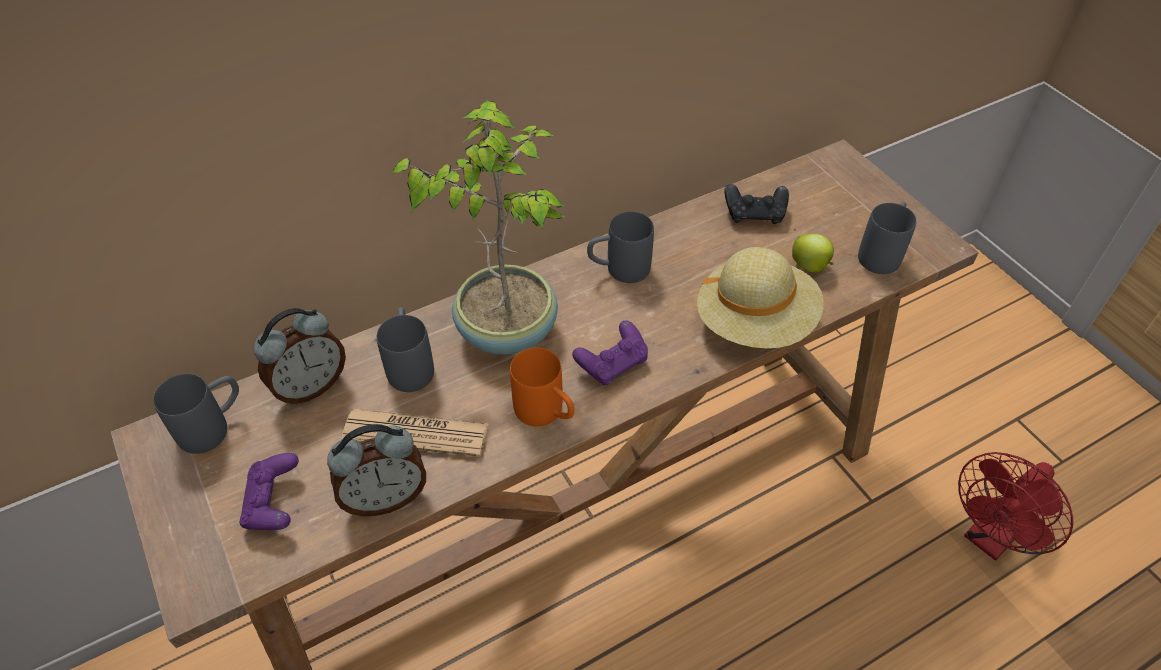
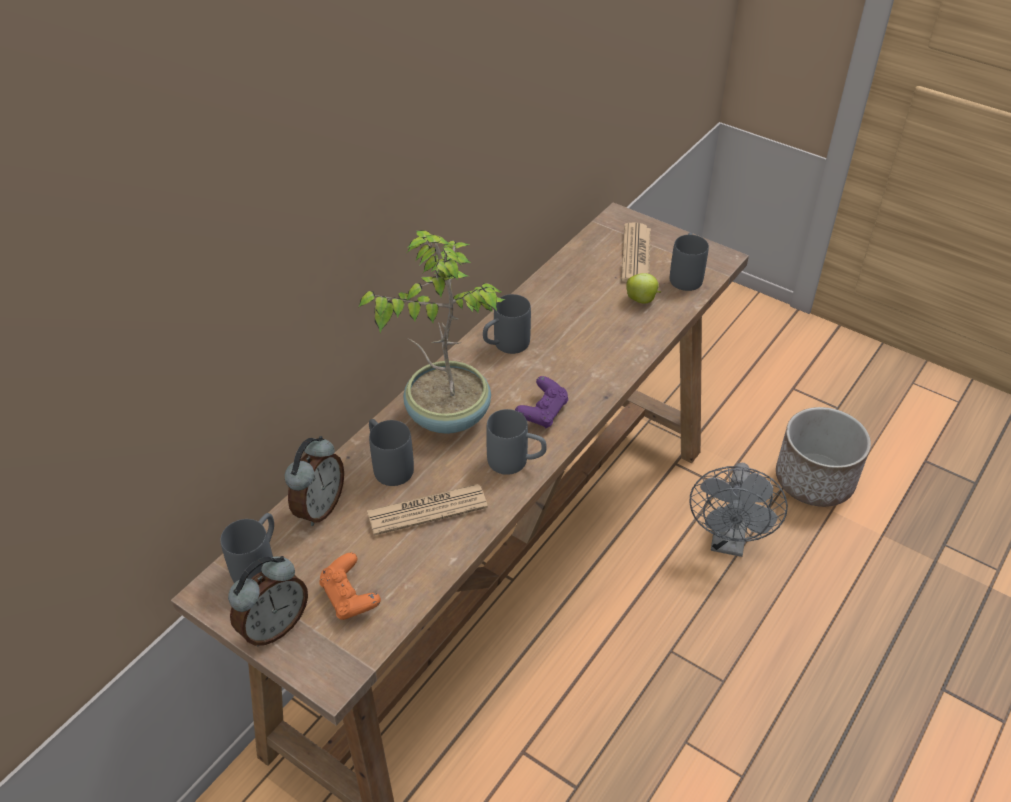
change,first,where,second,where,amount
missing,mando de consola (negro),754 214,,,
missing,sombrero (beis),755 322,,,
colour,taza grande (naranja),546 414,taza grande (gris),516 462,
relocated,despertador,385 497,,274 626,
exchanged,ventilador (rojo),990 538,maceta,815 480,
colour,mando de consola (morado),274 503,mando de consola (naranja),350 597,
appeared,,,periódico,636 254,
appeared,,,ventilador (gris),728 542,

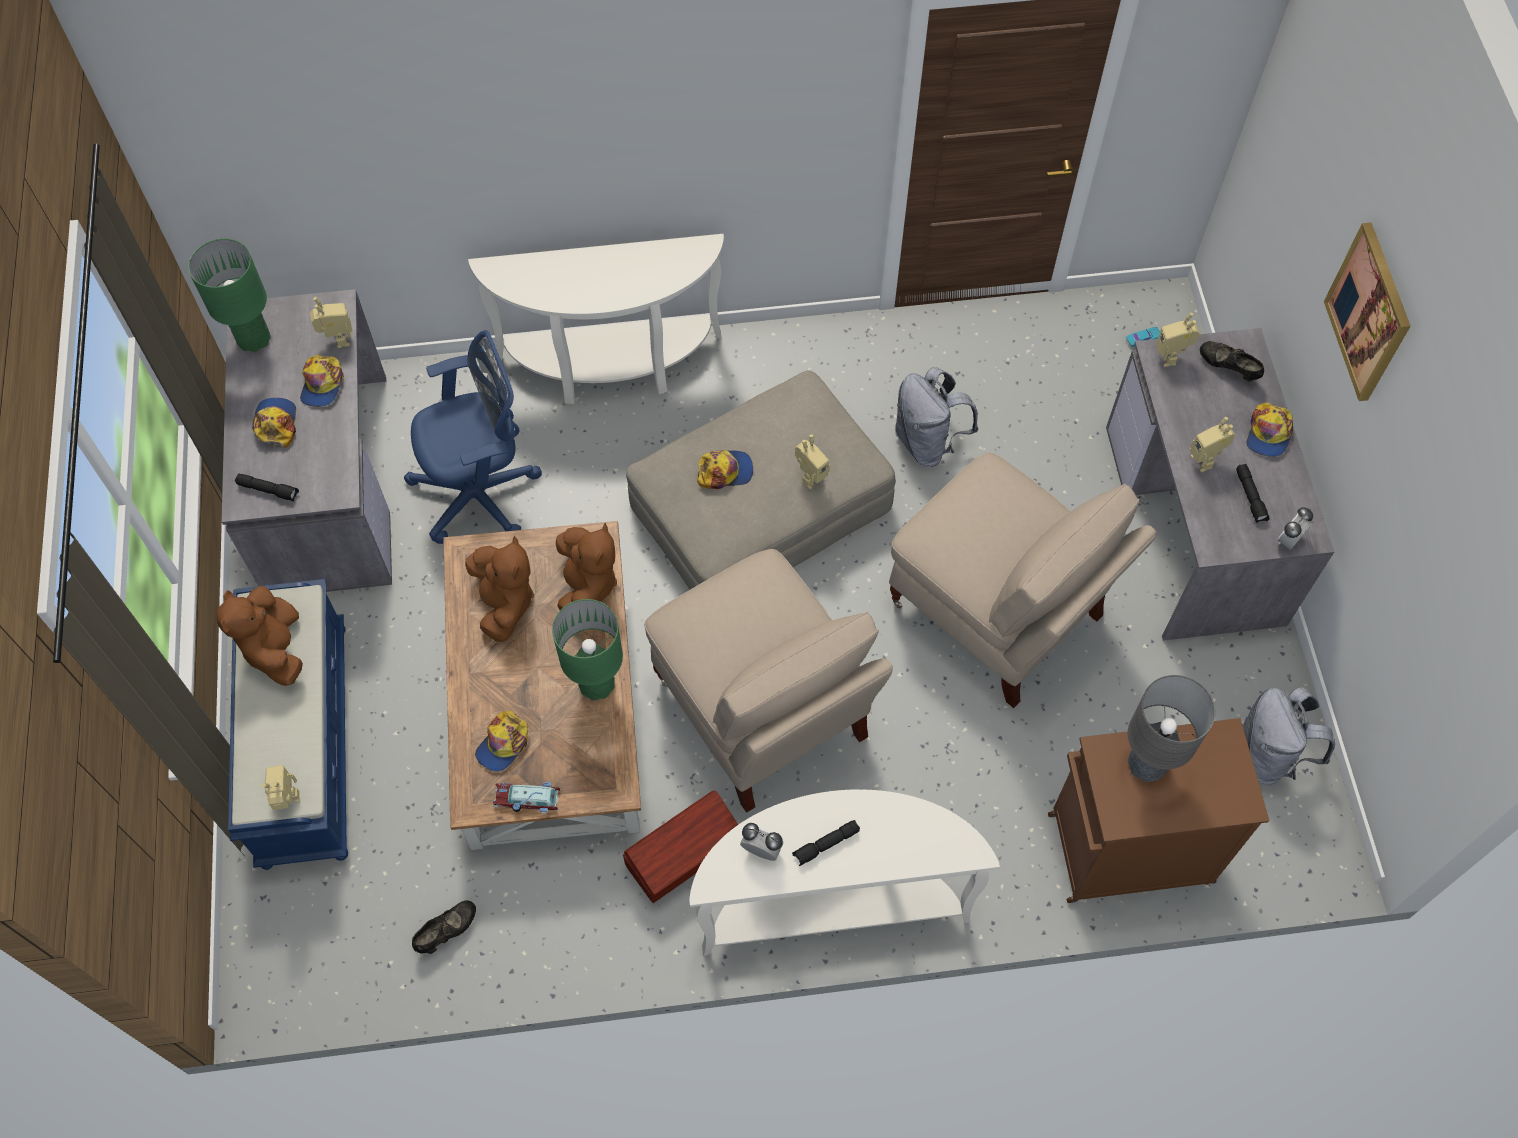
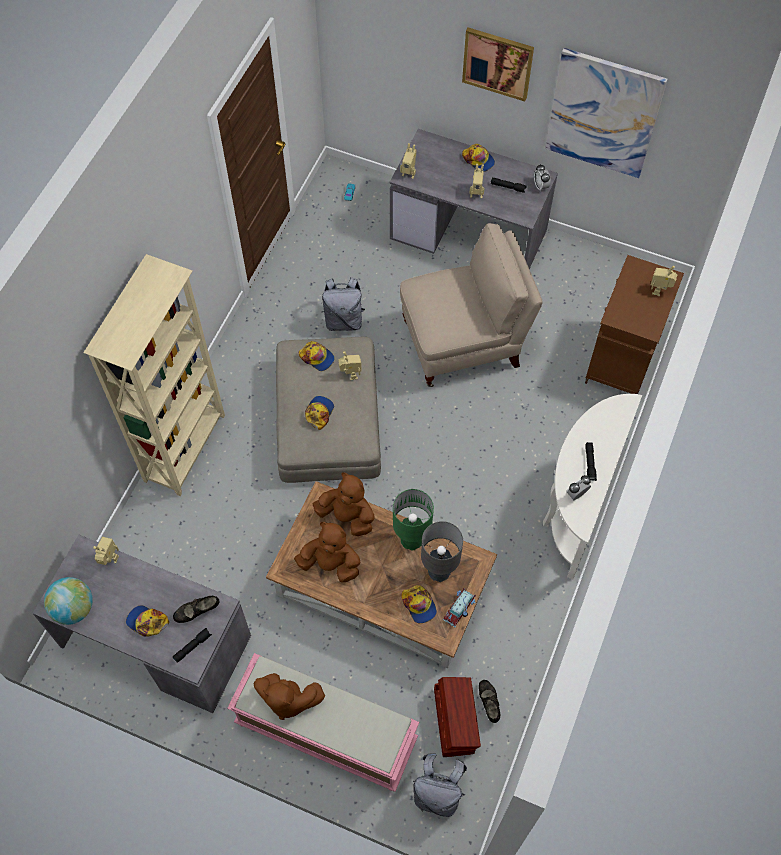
change,first,where,second,where,amount
exchanged,mesa consola (blanco),612 368,estantería (beis),186 447,
exchanged,lámpara de mesa (verde),254 339,globo terráqueo,73 608,
missing,silla de oficina (azul),482 493,,,
relocated,zapato (negro),1228 368,,197 612,
relocated,gorra,322 384,,317 357,
missing,silla (beis),763 712,,,
colour,banco (azul),303 742,banco (rosa),324 732,
relocated,lámpara de mesa (gris),1146 764,,438 571,
relocated,mochila (gris),1268 755,,437 793,
relocated,robot de juguete,288 802,,659 291,
relocated,caja de almacenaje (marrón),684 854,,455 720,
appeared,,,cuadro,603 114,

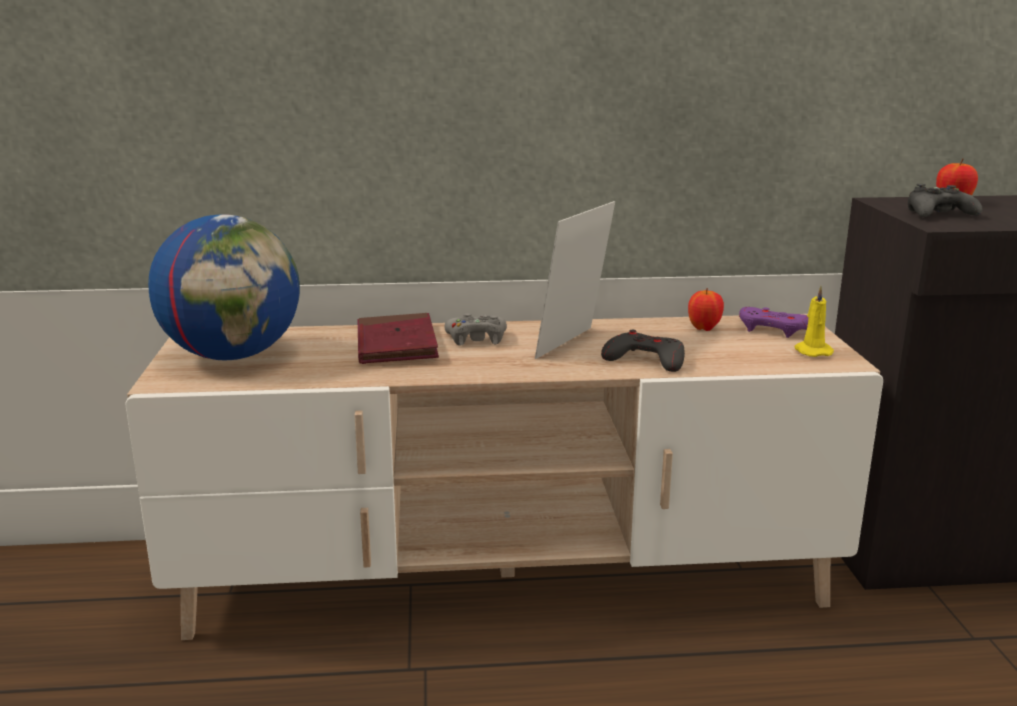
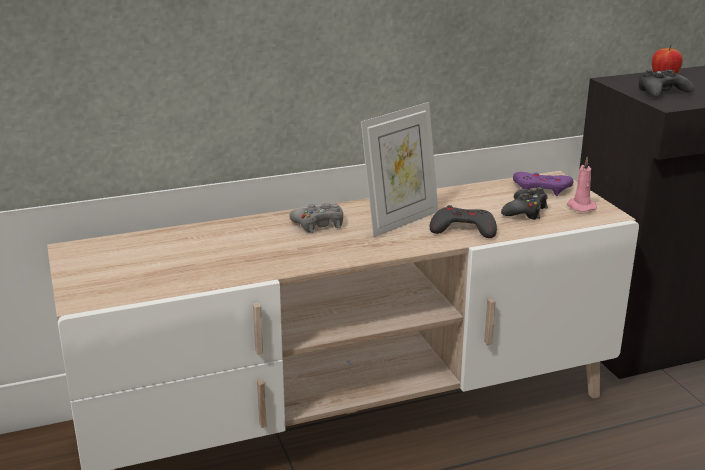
change,first,where,second,where,amount
spun,portarretratos,573 345,,400 221,150 degrees counterclockwise
missing,globo terráqueo,233 355,,,
colour,vela (amarillo),812 351,vela (rosa),580 206,
missing,manzana,704 328,,,
missing,libro (rojo),396 345,,,
appeared,,,mando de consola (negro),525 211,

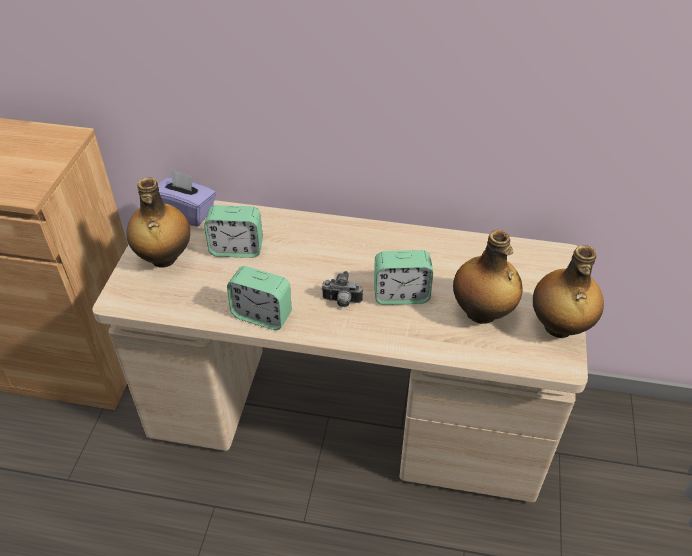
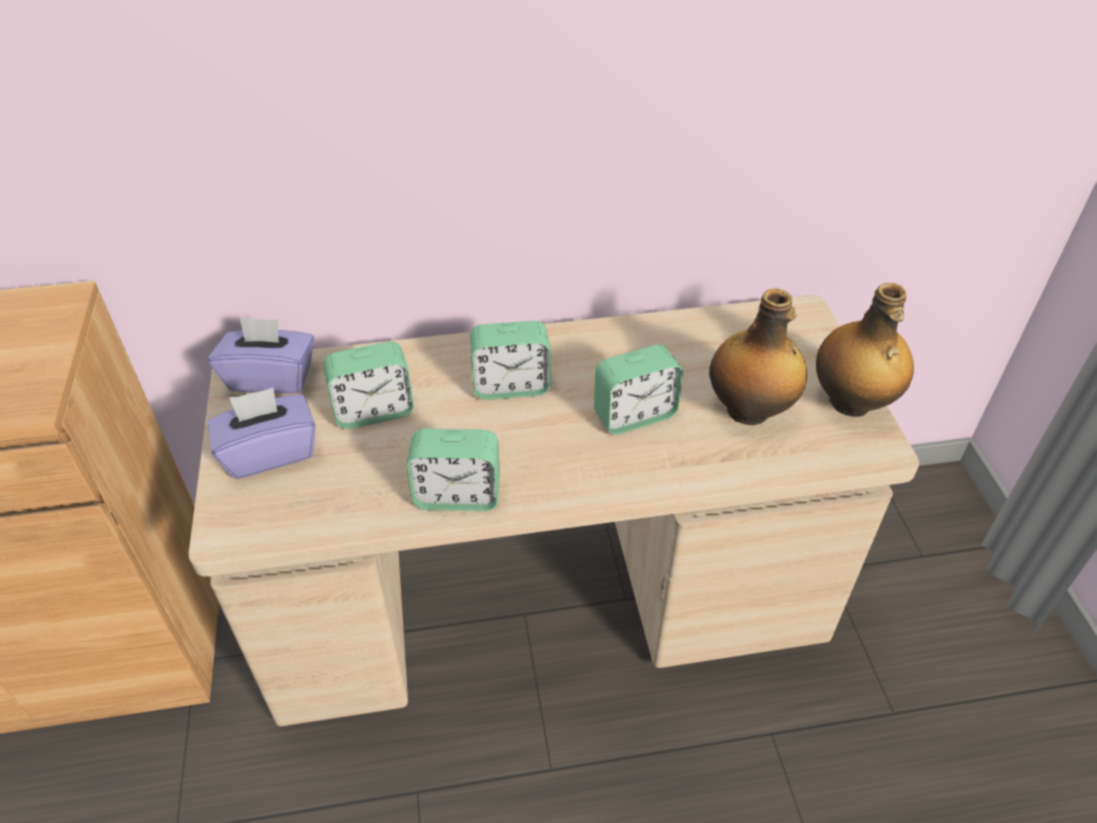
change,first,where,second,where,amount
exchanged,botella,164 258,caja de pañuelos (morado),269 452,
missing,cámara,341 302,,,
appeared,,,despertador,511 386,

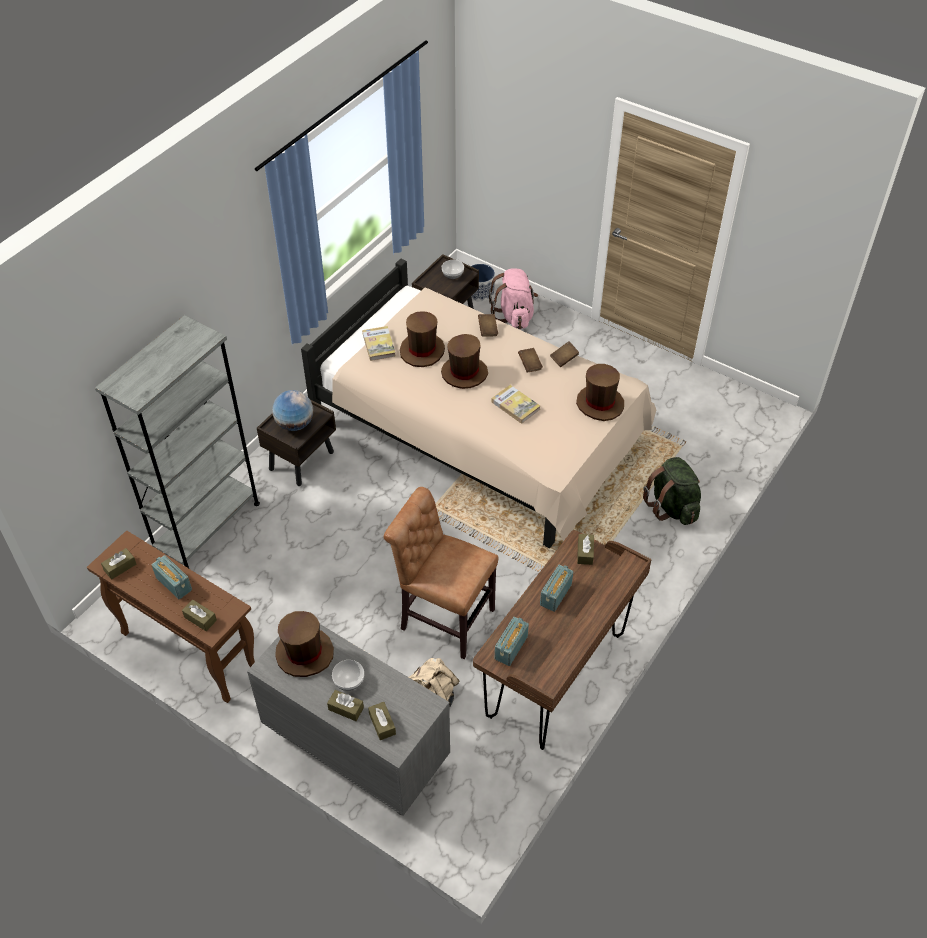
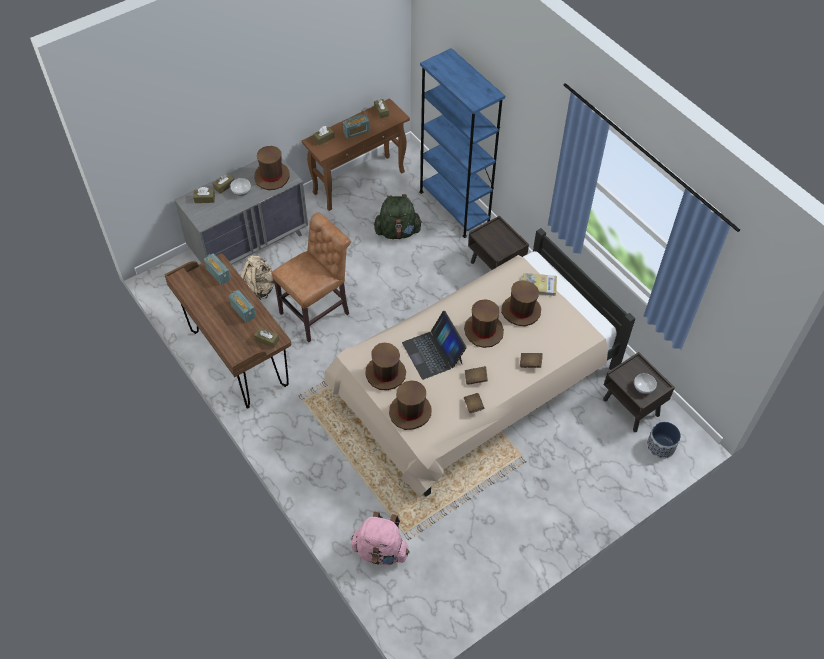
change,first,where,second,where,amount
relocated,mochila (rosa),514 316,,380 551,
colour,estantería (gris),207 527,estantería (azul),454 207,
exchanged,libro,515 405,portátil,433 353,
missing,globo terráqueo,294 424,,,
relocated,mochila (verde),672 507,,397 232,
appeared,,,sombrero (marrón),385 373,

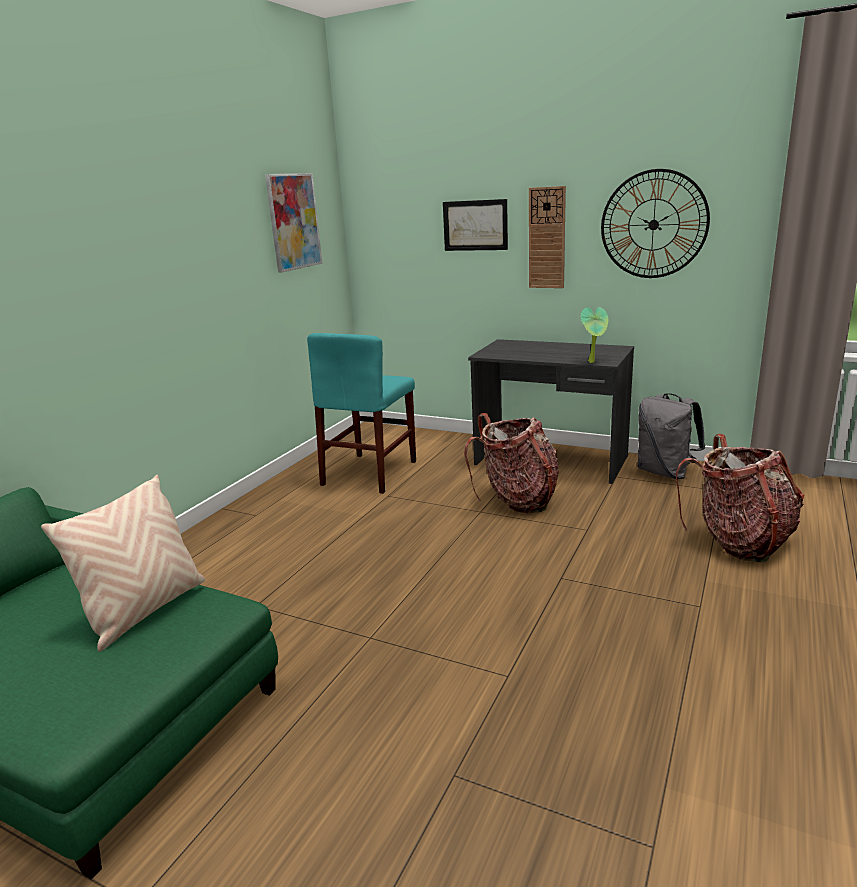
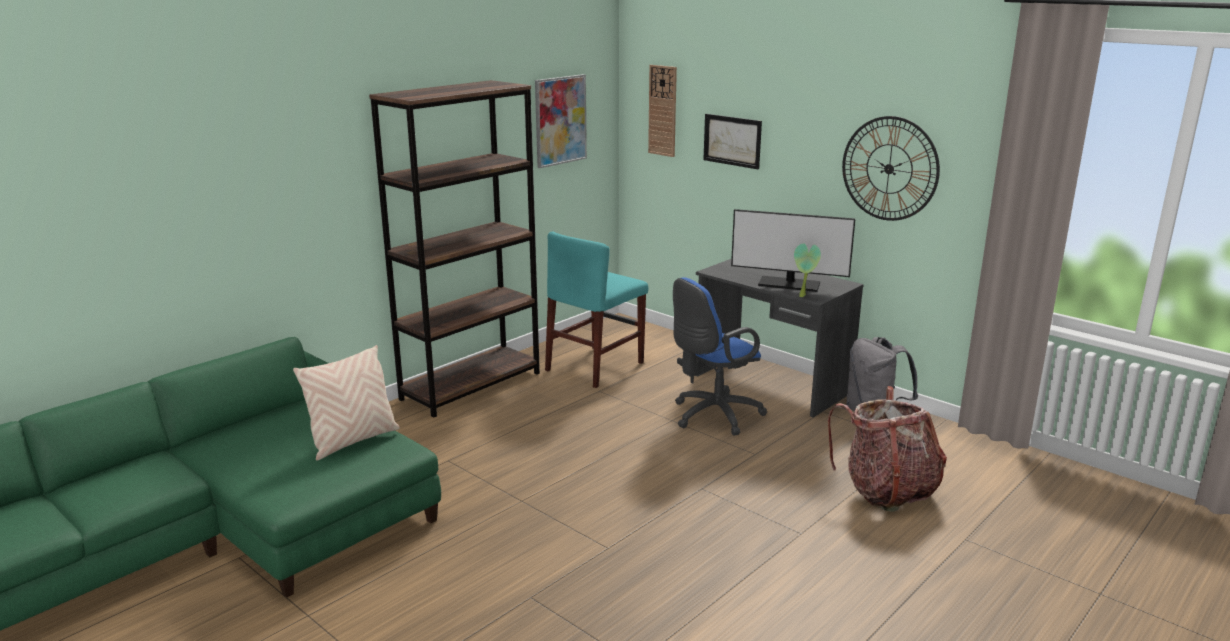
change,first,where,second,where,amount
relocated,reloj de pared,547 238,,663 110,
exchanged,mochila,517 500,silla de oficina (azul),712 416,
appeared,,,estantería (marrón),471 386,
appeared,,,monitor,789 284,

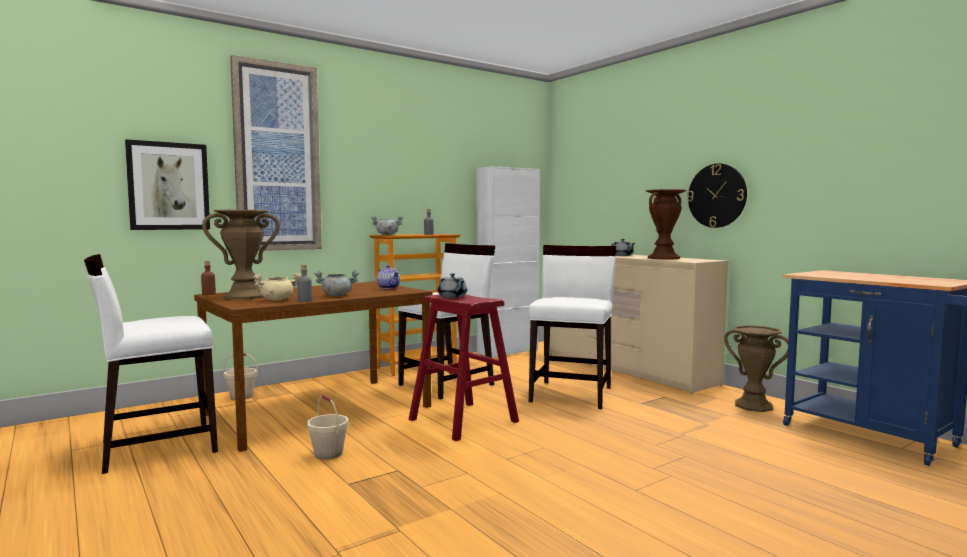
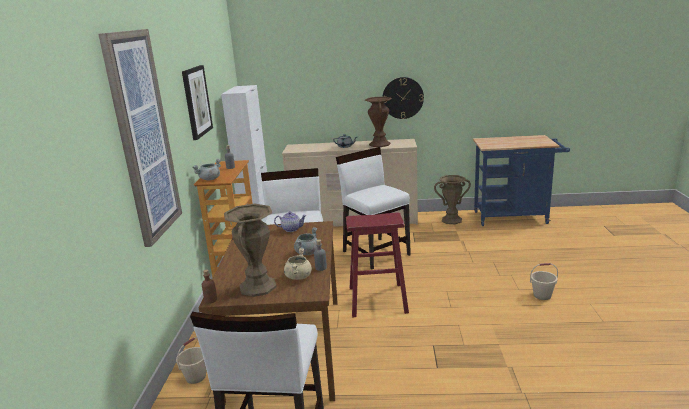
change,first,where,second,where,amount
relocated,cuadro,168 186,,196 101,
missing,tetera (gris),452 296,,,
relocated,cubo (beis),329 454,,542 295,

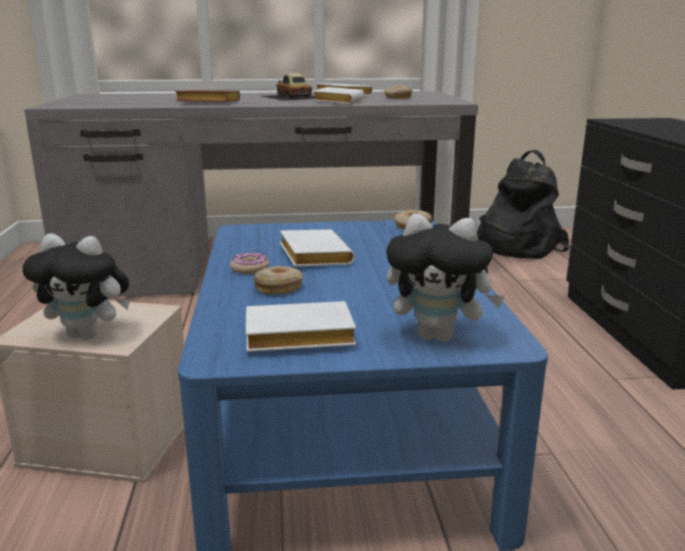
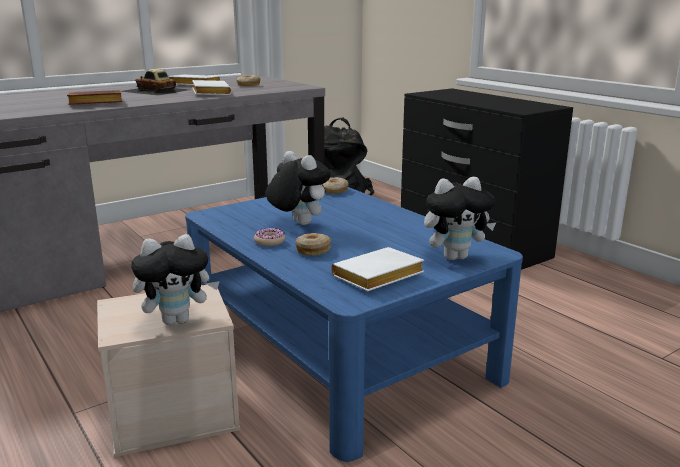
change,first,where,second,where,amount
exchanged,libro (blanco),312 255,peluche,298 223,

